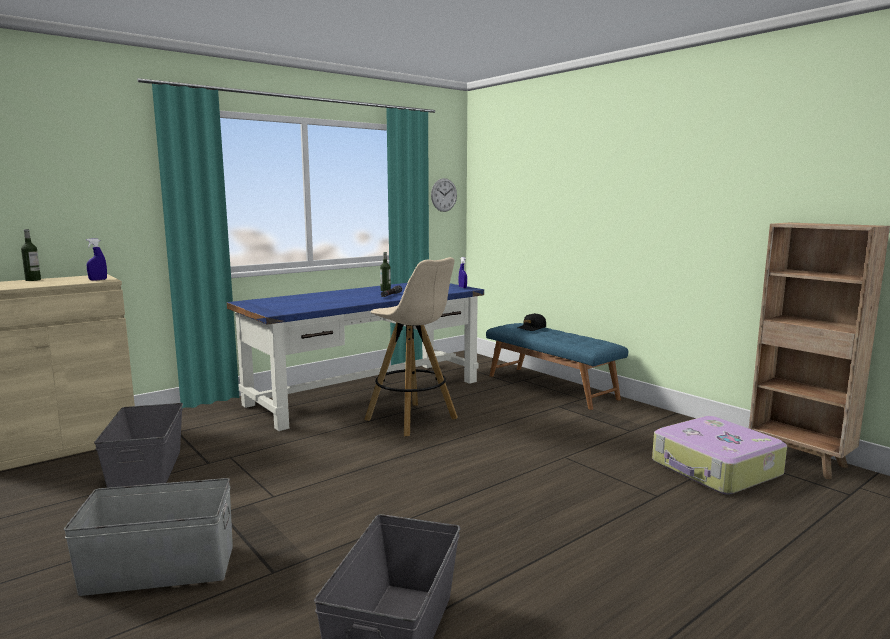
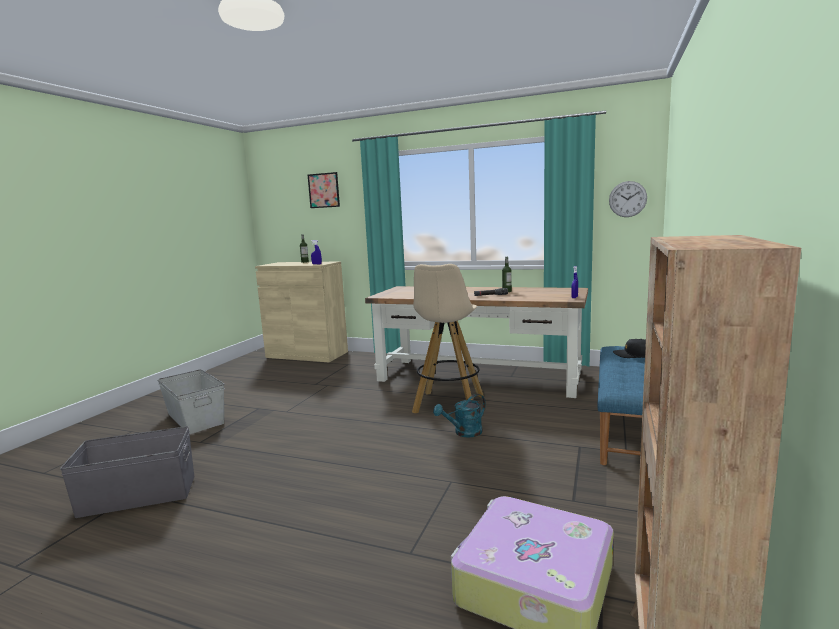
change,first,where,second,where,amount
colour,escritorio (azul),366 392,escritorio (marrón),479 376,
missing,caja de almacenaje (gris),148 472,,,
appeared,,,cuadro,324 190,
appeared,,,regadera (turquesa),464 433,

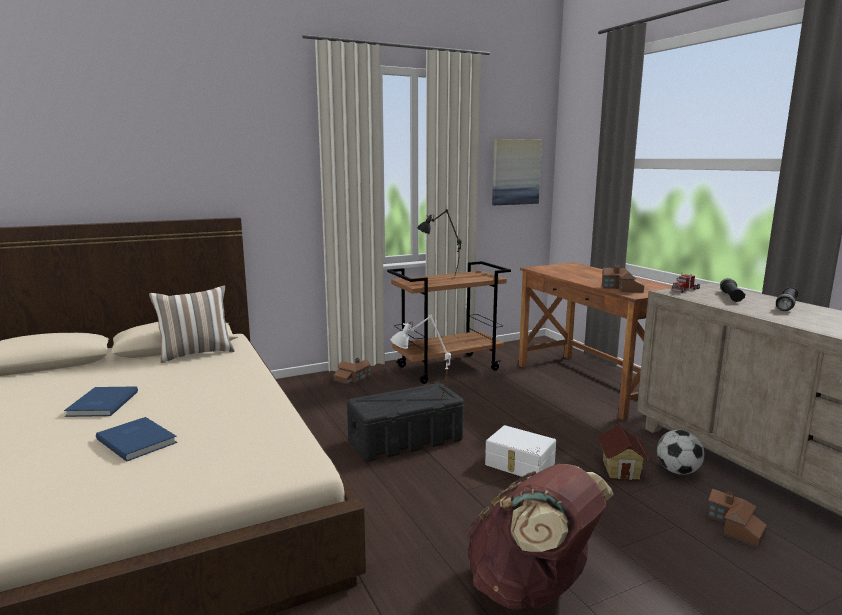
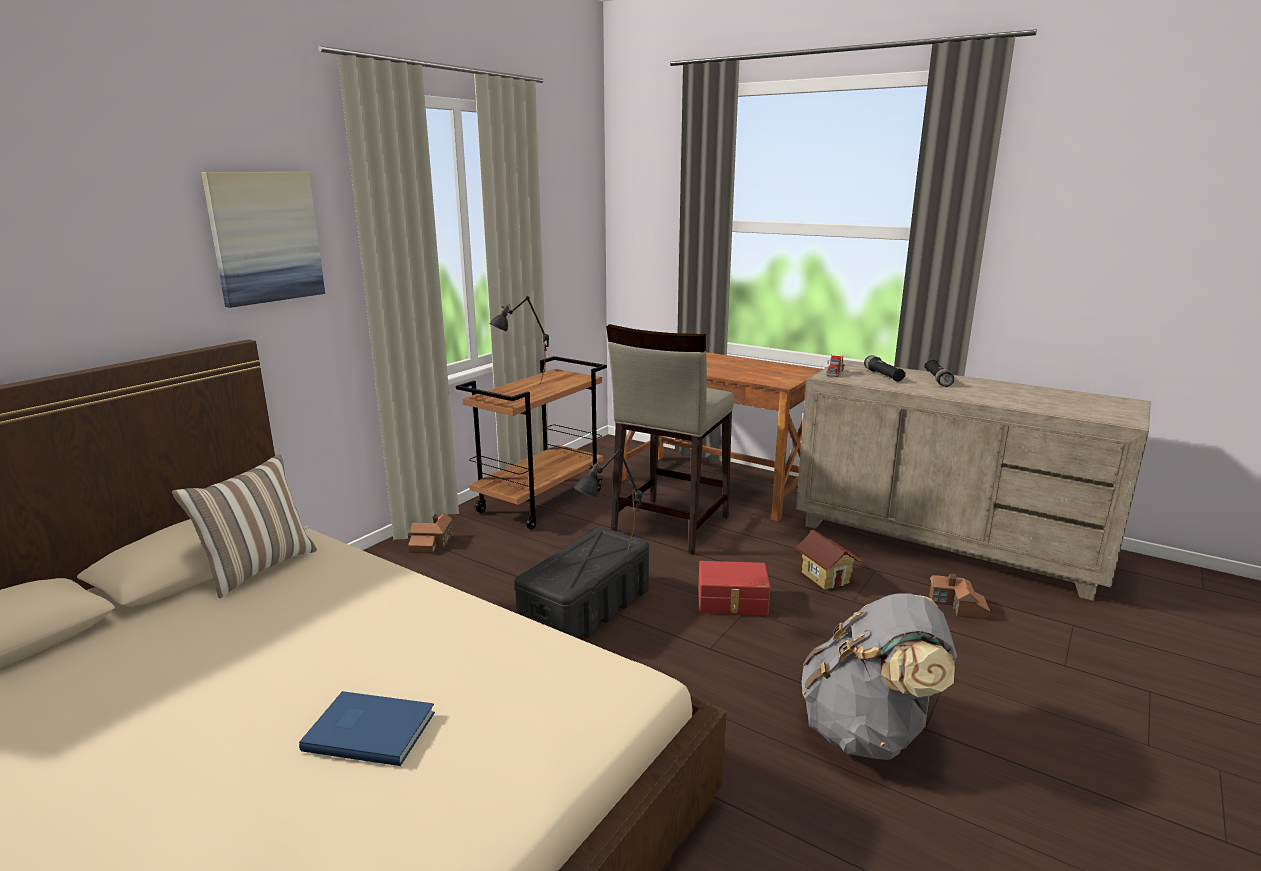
change,first,where,second,where,amount
relocated,cuadro,515 172,,265 237,
missing,casita,622 289,,,
colour,lámpara de mesa (blanco),420 404,lámpara de mesa (negro),610 560,
missing,libro (azul),100 404,,,
colour,caja de almacenaje (blanco),519 465,caja de almacenaje (rojo),732 602,
missing,balón de fútbol,677 471,,,
colour,mochila (marrón),532 589,mochila (gris),868 732,
appeared,,,taburete (beis),669 525,

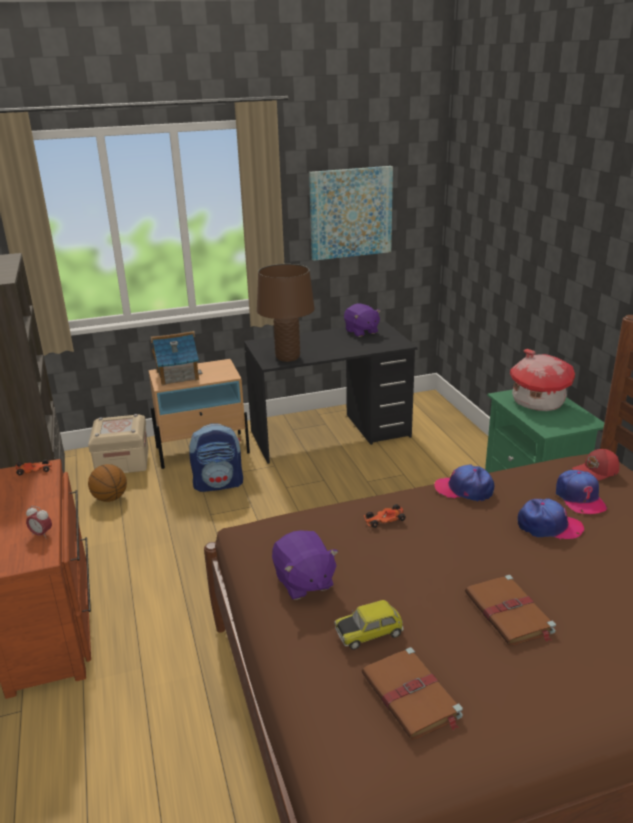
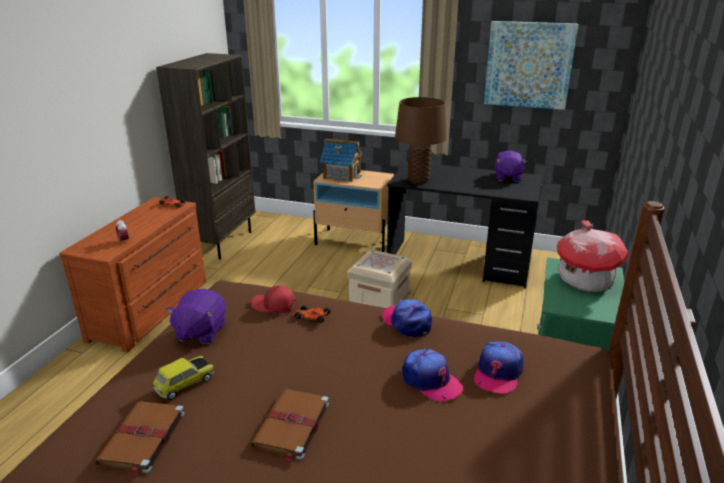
change,first,where,second,where,amount
relocated,caja de almacenaje (beis),122 461,,379 295,
missing,mochila,219 484,,,
relocated,gorra (rojo),596 472,,274 306,
missing,balón de baloncesto,110 498,,,
spun,coche de juguete,369 632,,184 384,120 degrees clockwise

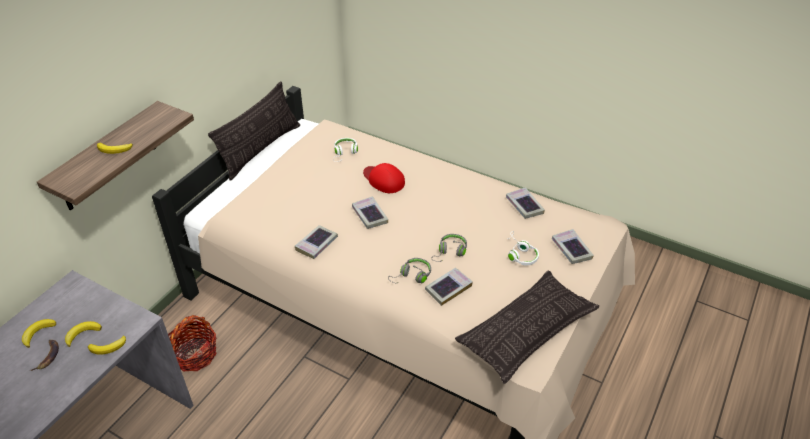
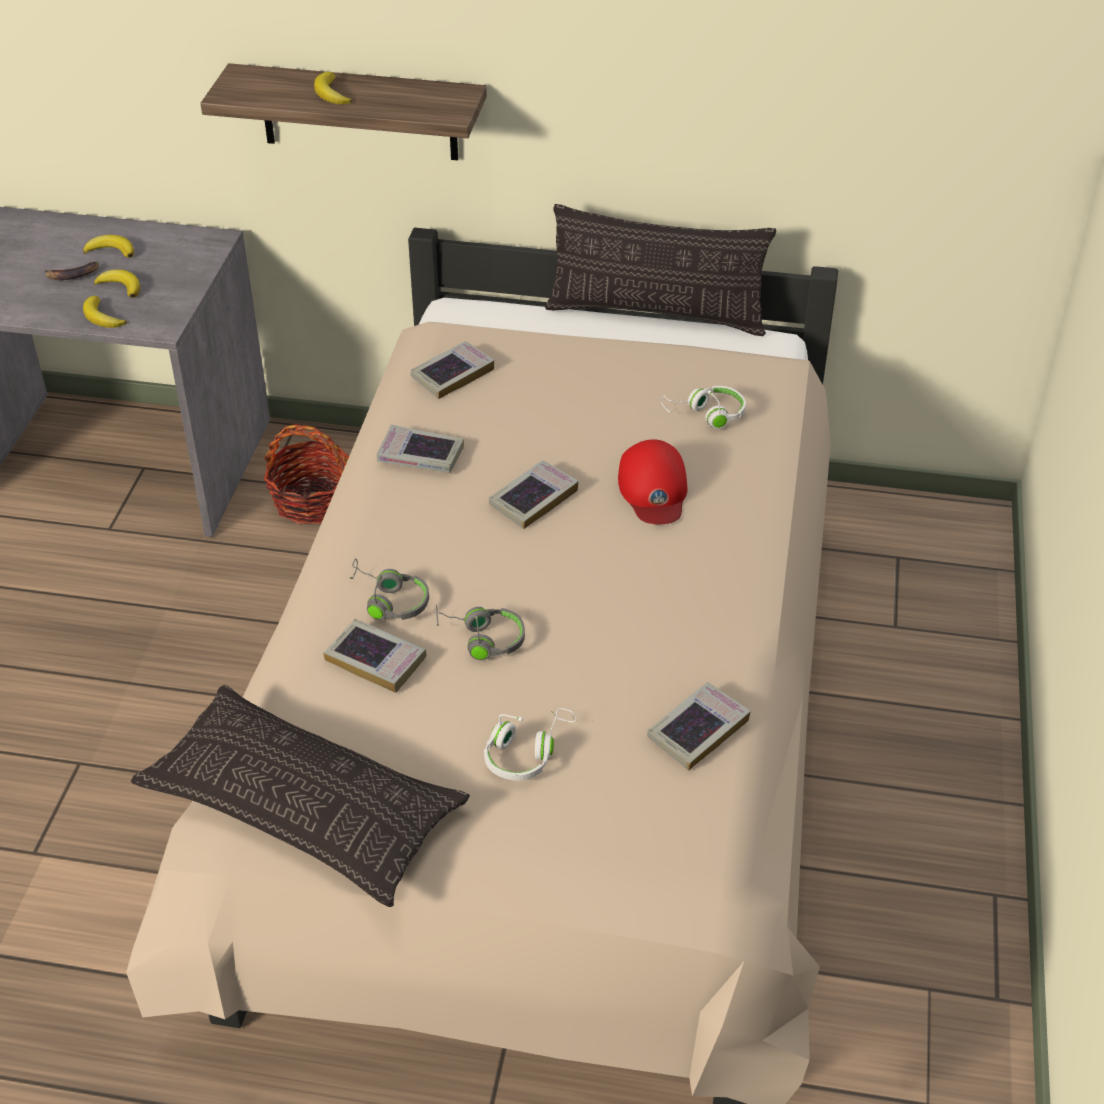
change,first,where,second,where,amount
spun,gorra (rojo),383 180,,653 489,150 degrees clockwise
relocated,libro,571 249,,452 374,

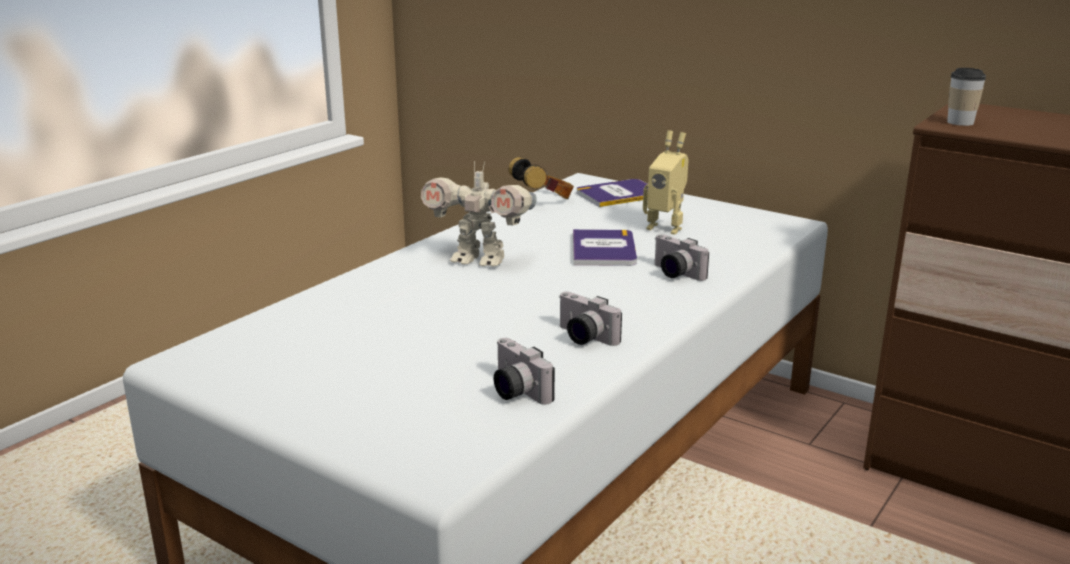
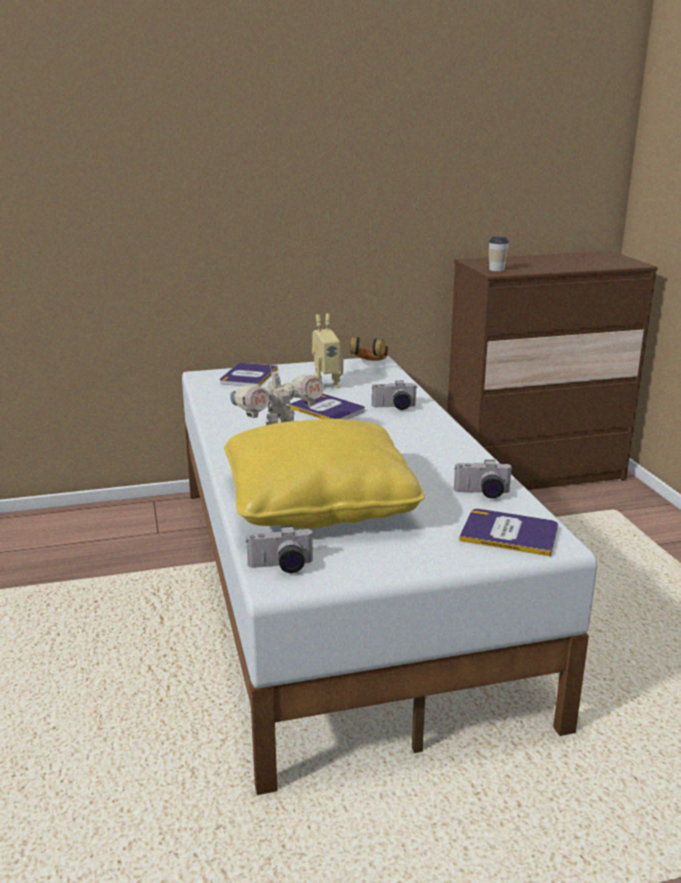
change,first,where,second,where,amount
relocated,auriculares,544 201,,369 365,
relocated,cámara,582 338,,281 567,
appeared,,,cojín (amarillo),319 503,
appeared,,,libro,509 533,

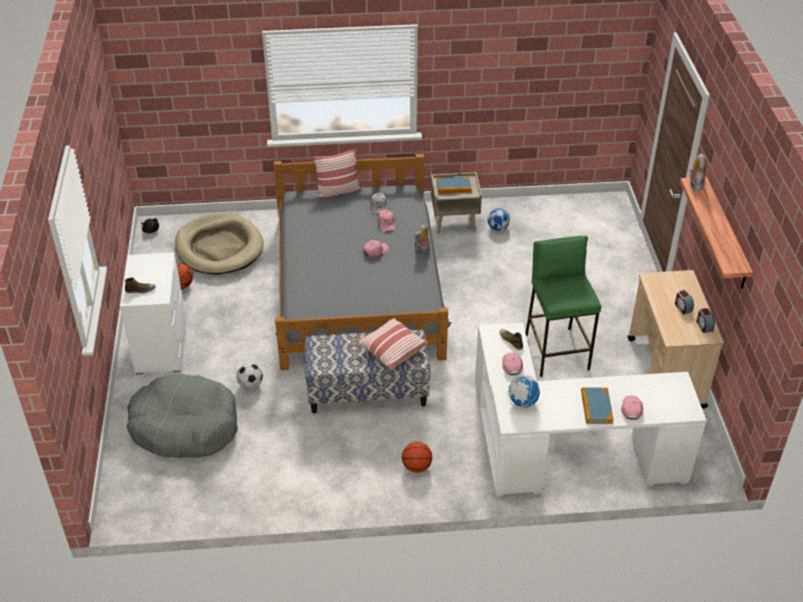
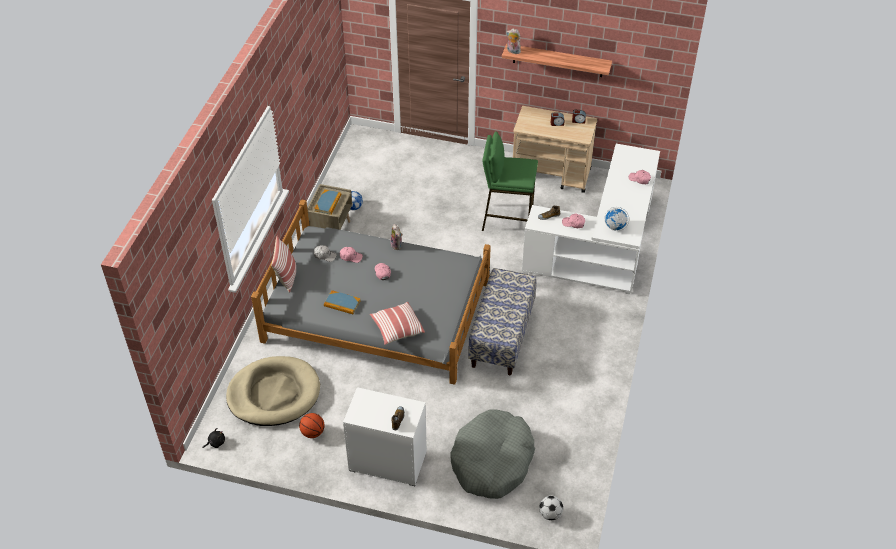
change,first,where,second,where,amount
relocated,cojín,391 350,,397 328,
relocated,balón de fútbol,250 384,,550 514,
relocated,libro,596 407,,342 303,
missing,balón de baloncesto,416 467,,,

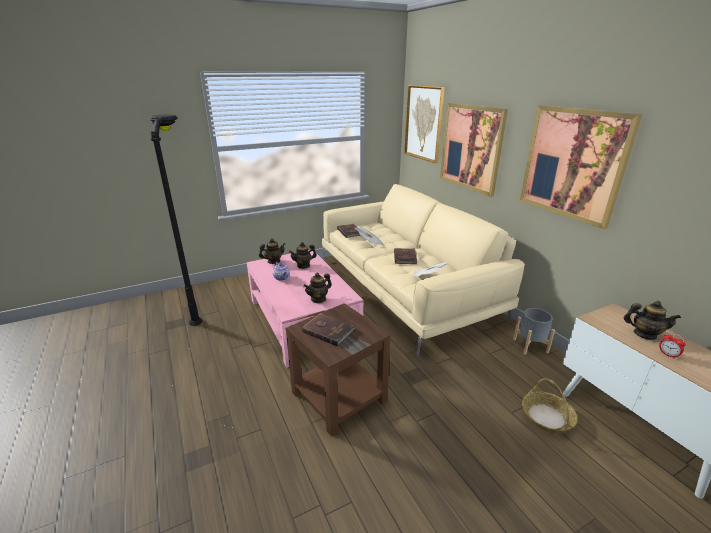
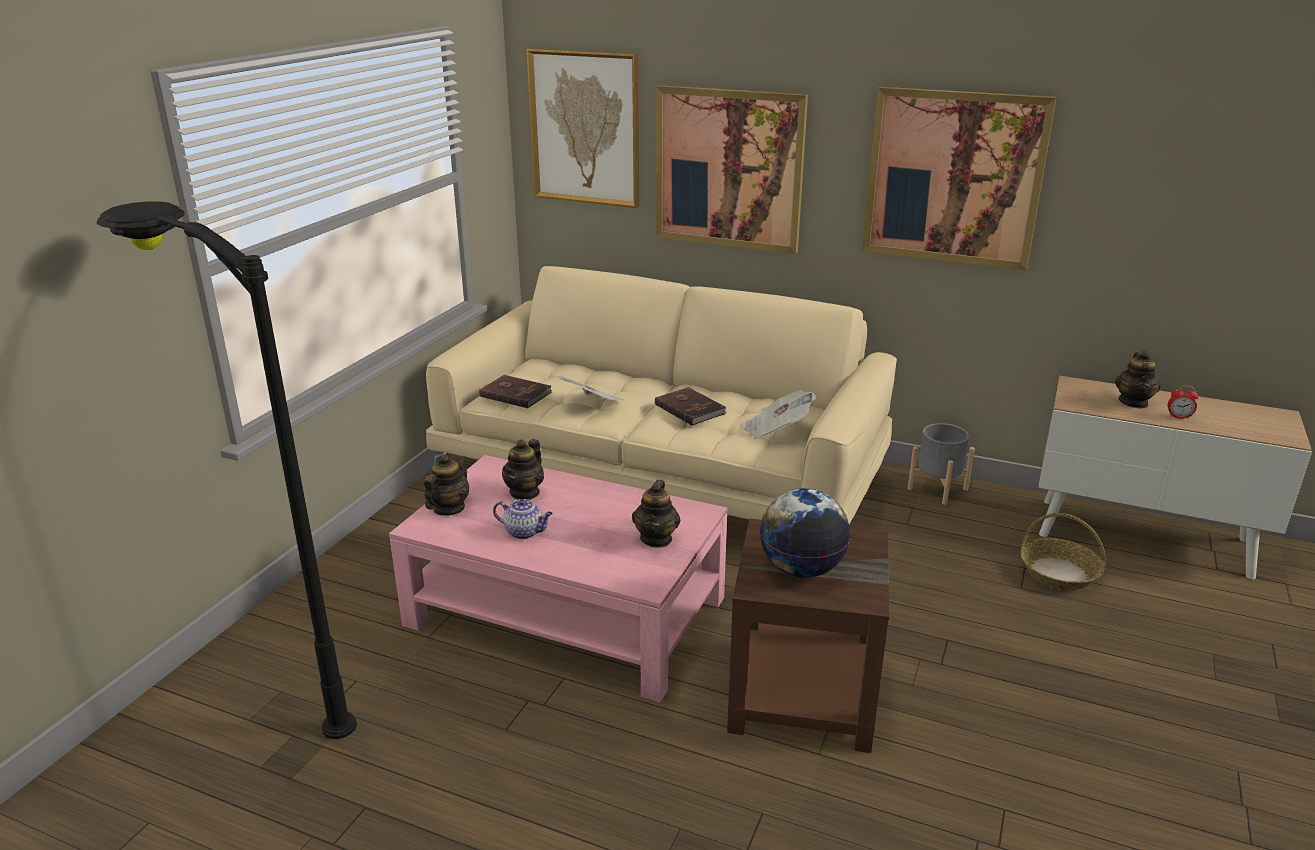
change,first,where,second,where,amount
spun,tetera,644 334,,1133 402,120 degrees clockwise
exchanged,libro (marrón),328 330,globo terráqueo,801 569,

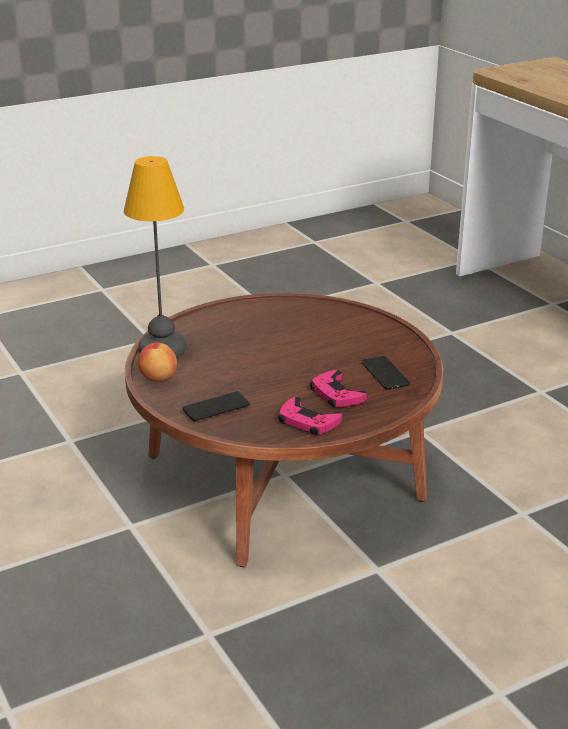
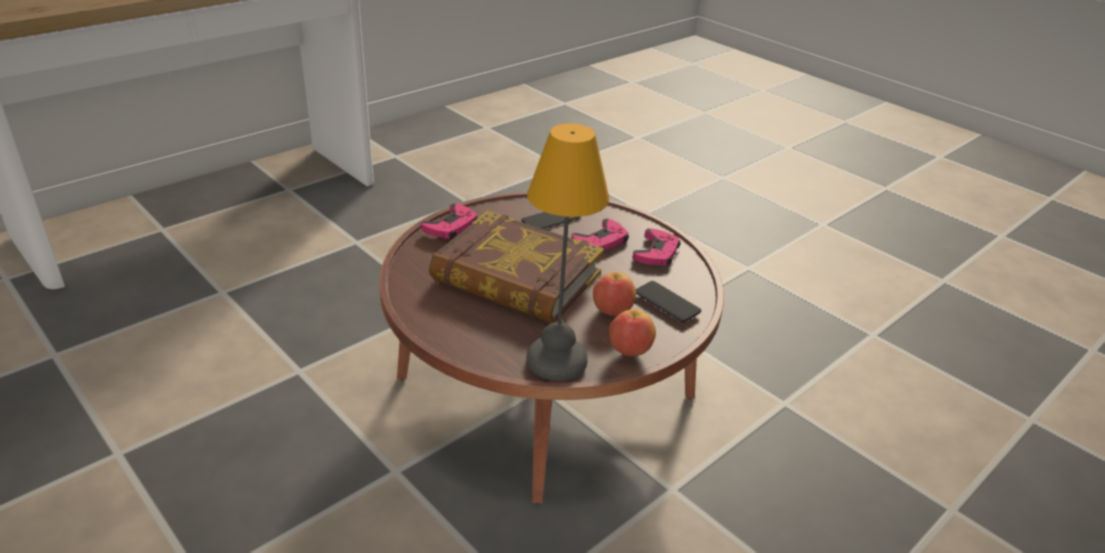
change,first,where,second,where,amount
appeared,,,mando de consola (rosa),451 226,
appeared,,,libro,516 278,
appeared,,,manzana,612 311,

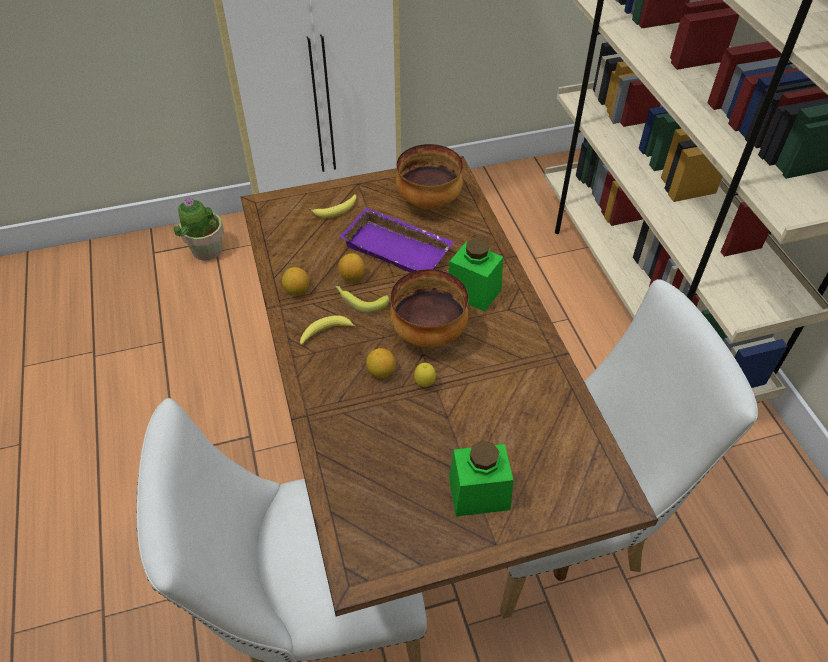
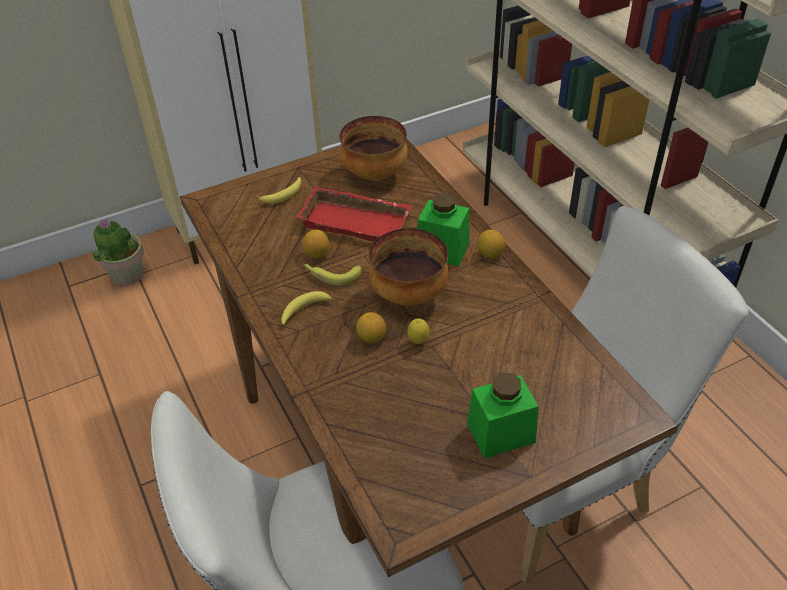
change,first,where,second,where,amount
colour,bandeja (morado),399 248,bandeja (rojo),357 220,
relocated,limón,297 290,,490 254,

